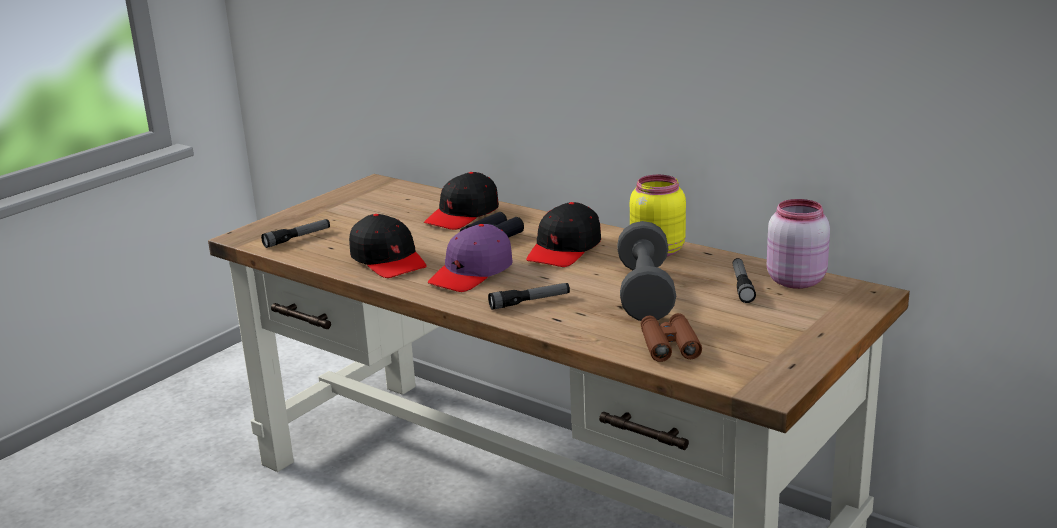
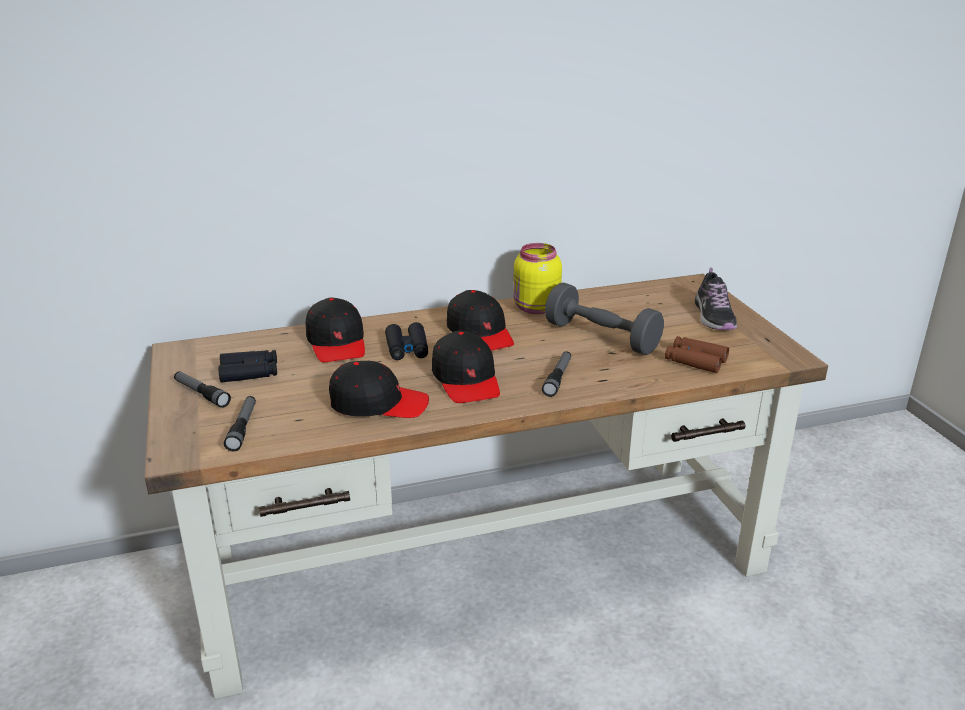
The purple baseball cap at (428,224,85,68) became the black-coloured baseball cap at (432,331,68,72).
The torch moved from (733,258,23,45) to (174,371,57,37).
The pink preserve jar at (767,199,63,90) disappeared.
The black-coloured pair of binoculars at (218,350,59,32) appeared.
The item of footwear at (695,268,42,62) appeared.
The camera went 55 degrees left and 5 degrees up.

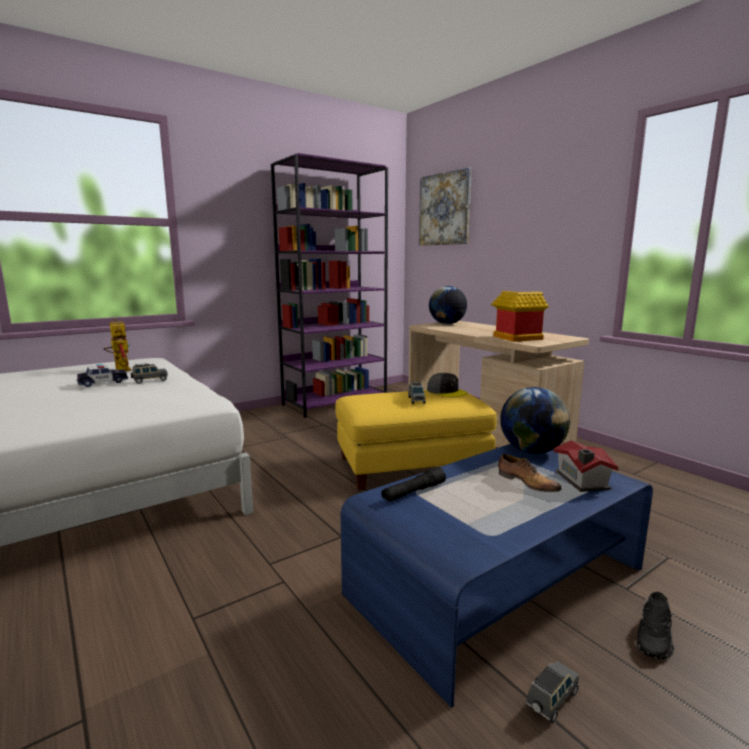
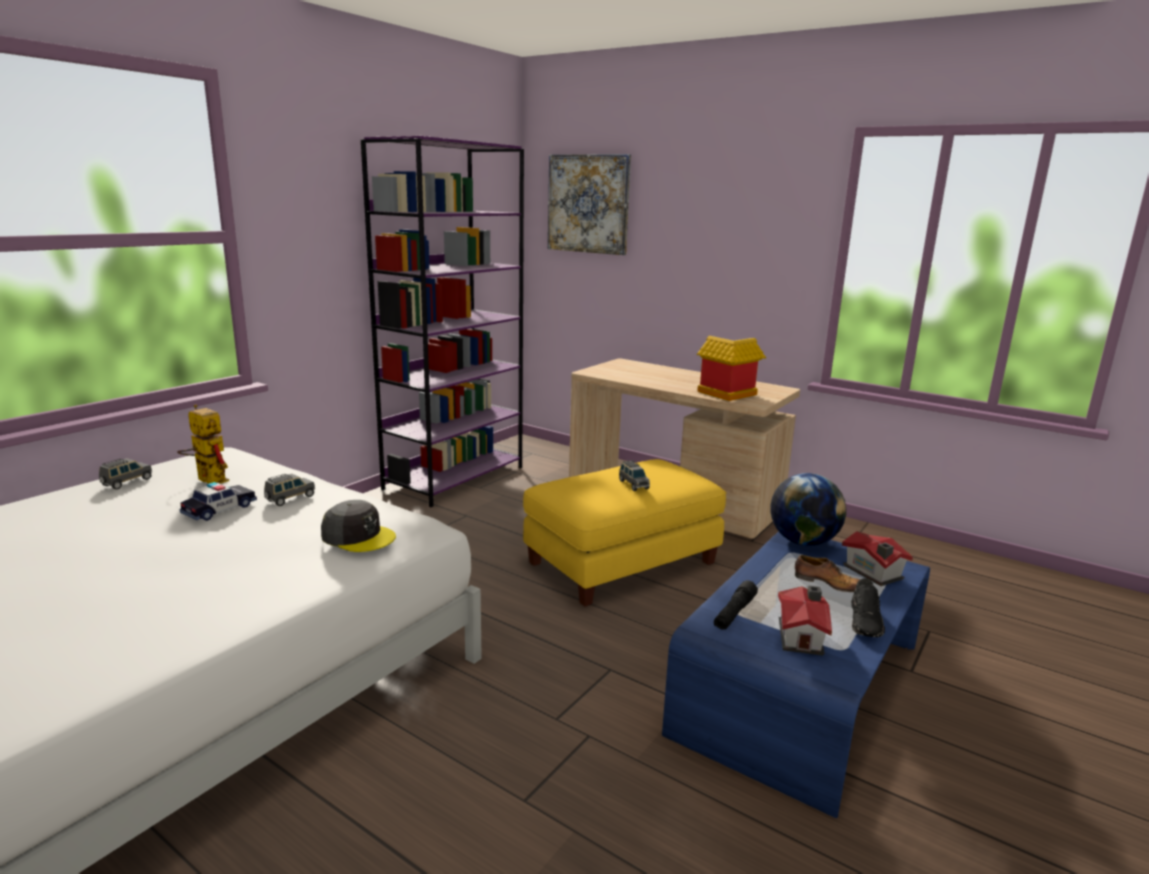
The greyish baseball cap moved from (427,373,40,24) to (321,500,75,52).
The desk globe at (429,286,38,38) disappeared.
The greyish model car moved from (526,661,53,63) to (99,458,53,32).
The black-coloured item of footwear moved from (636,592,38,68) to (851,578,34,59).
The miniature house at (778,585,54,70) appeared.
The camera went 20 degrees left and 5 degrees up.

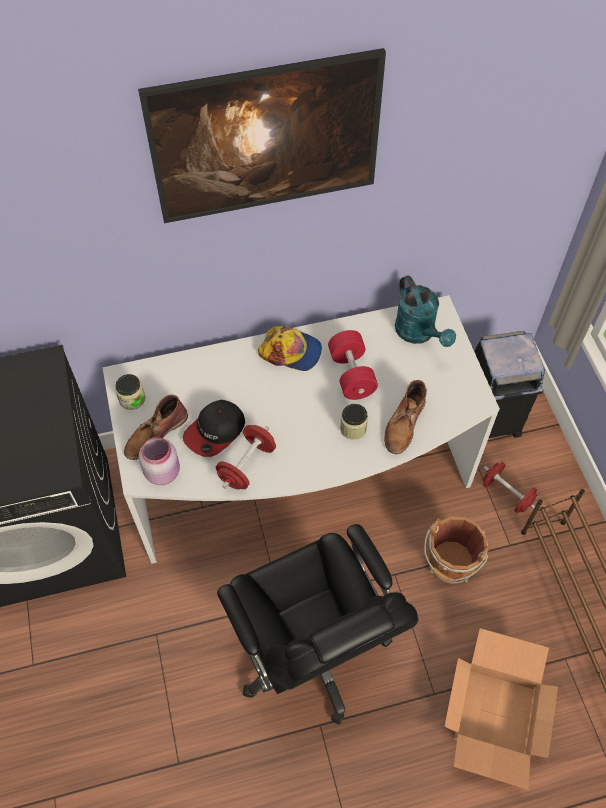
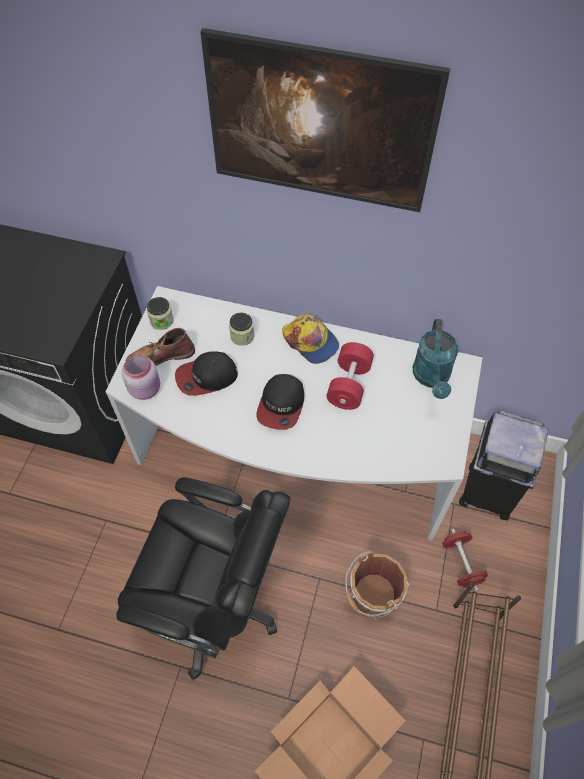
The red hand weight at (216,425,60,65) disappeared.
The black-coloured desk chair at (217,524,202,200) turned 75 degrees counterclockwise.
The preserve jar moved from (340,404,28,36) to (229,313,25,33).
The brown-coloured tall boot at (384,380,43,74) disappeared.
The baseball cap at (256,374,48,56) appeared.
The camera went 30 degrees right and 0 degrees up.

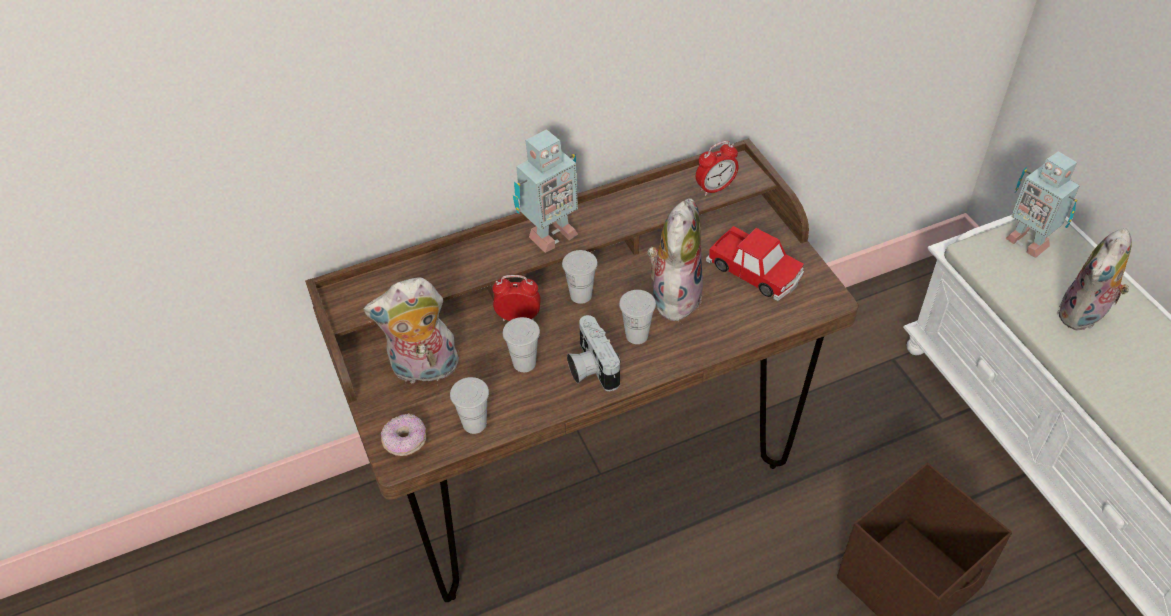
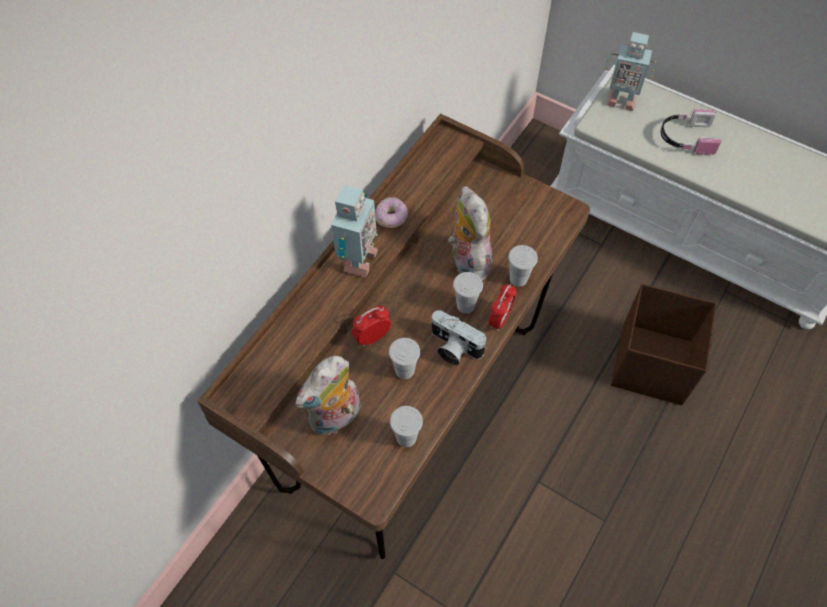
The donut moved from (381,414,45,42) to (375,197,33,31).
The white cup moved from (562,250,36,54) to (508,245,30,42).
The alarm clock moved from (696,141,43,55) to (488,284,28,47).
The model car at (706,226,98,75) disappeared.
The cuddly toy at (1057,228,75,102) was replaced by the headphones at (660,109,61,46).
The camera went 35 degrees left and 10 degrees up.

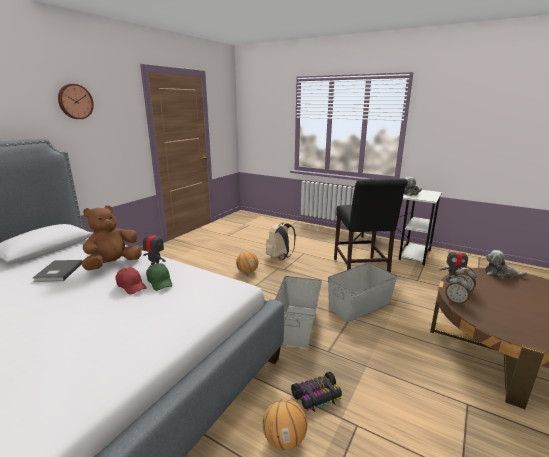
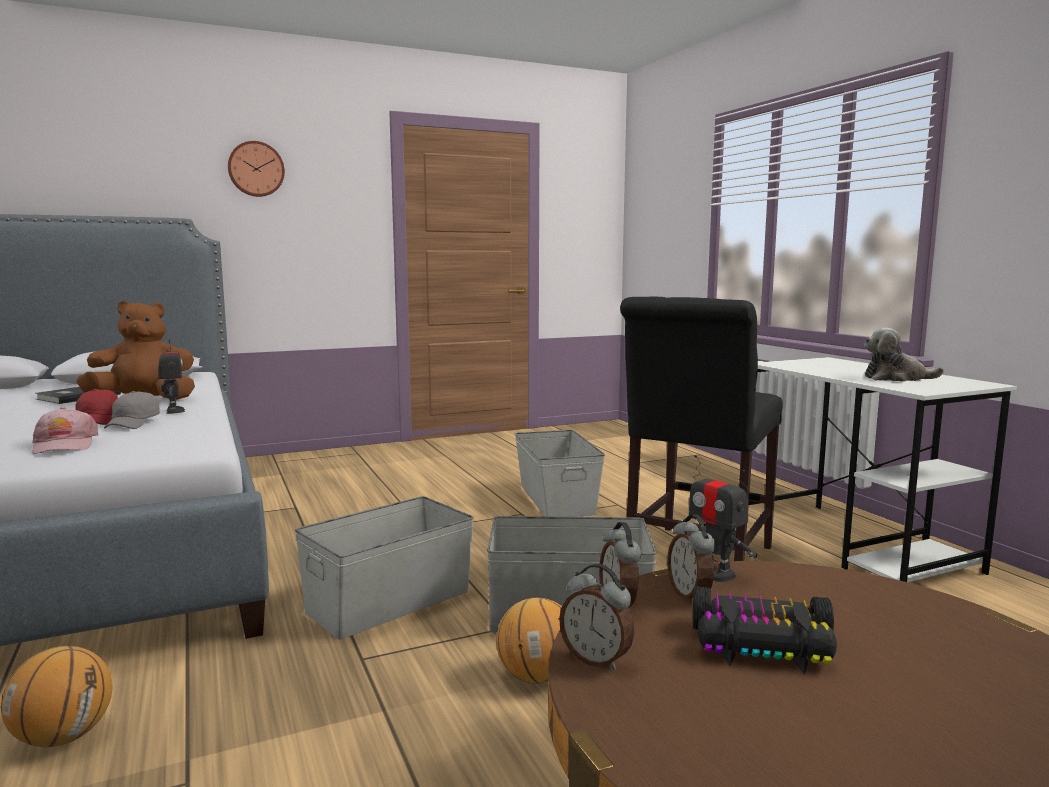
The green-coloured baseball cap at (146,263,27,28) became the greyish baseball cap at (104,391,56,38).
The basketball moved from (236,251,23,23) to (496,598,66,86).
The sand-coloured knapsack at (266,222,30,38) was replaced by the greyish storage container at (515,430,90,87).
The model car moved from (291,372,51,40) to (693,586,144,89).
The cuddly toy at (485,250,42,29) disappeared.
The pink baseball cap at (32,407,66,47) appeared.
The alarm clock at (559,564,75,106) appeared.
The camera went 35 degrees right and 10 degrees down.

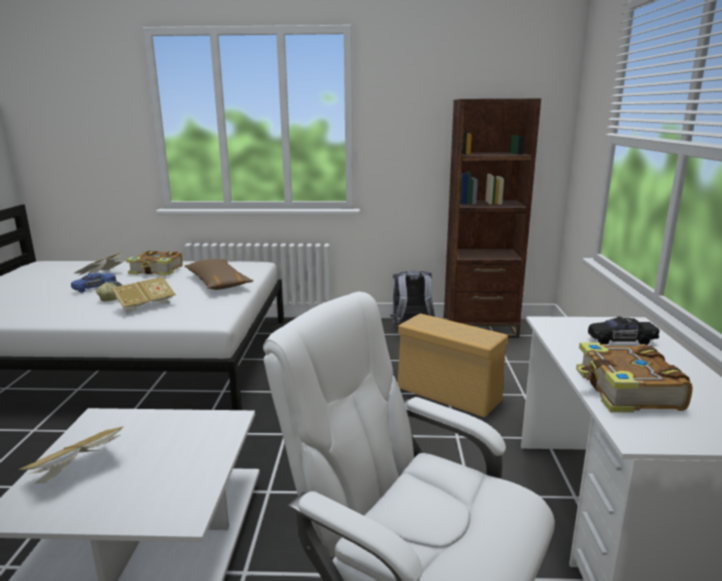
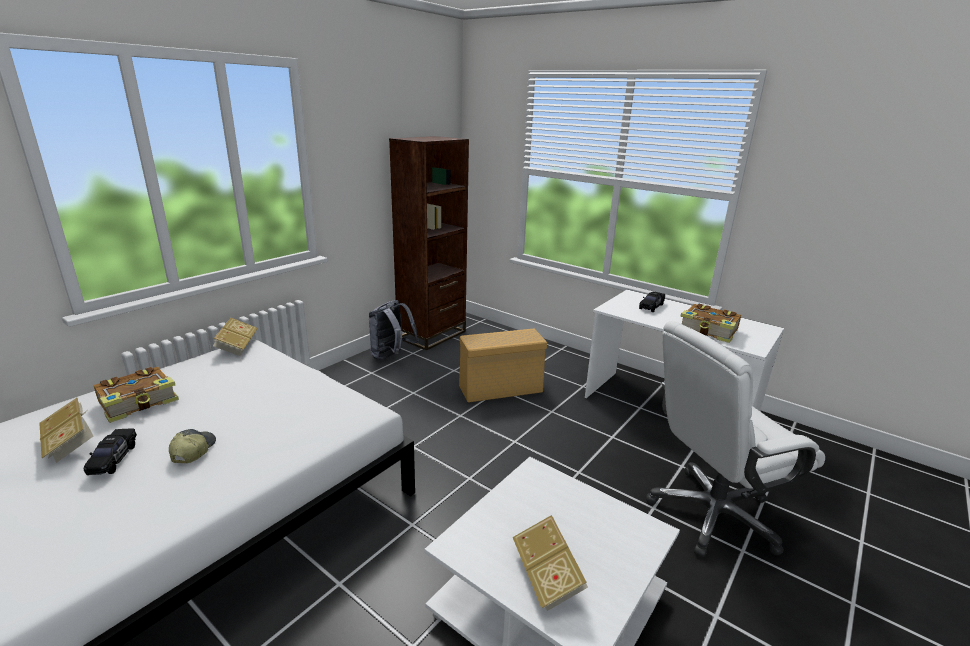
The bluish model car at (71,273,46,20) became the black-coloured model car at (84,428,53,47).
The book moved from (111,277,65,37) to (213,318,45,38).
The brown-coloured throw pillow at (185,259,68,31) disappeared.
The camera went 55 degrees left and 5 degrees up.

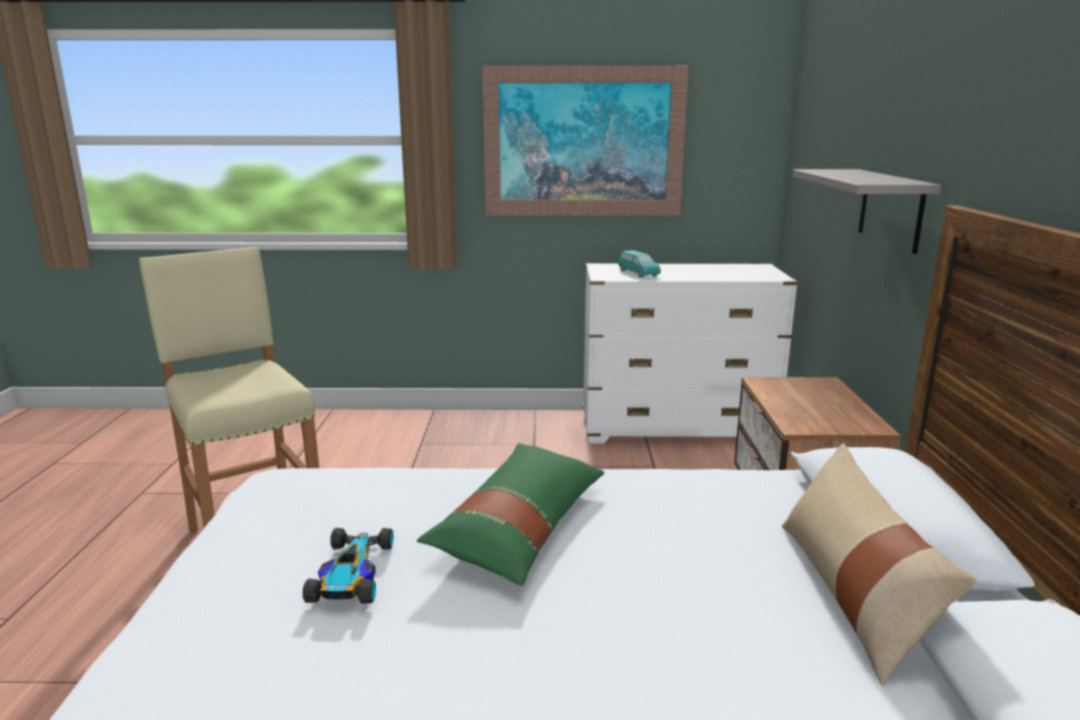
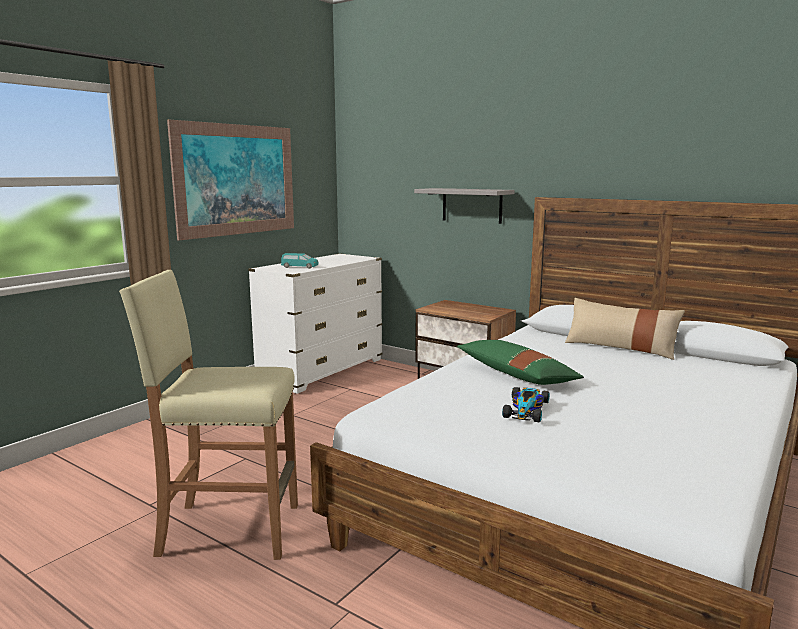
The model car at (302,528,92,76) turned 105 degrees counterclockwise.
The camera went 55 degrees left and 5 degrees down.

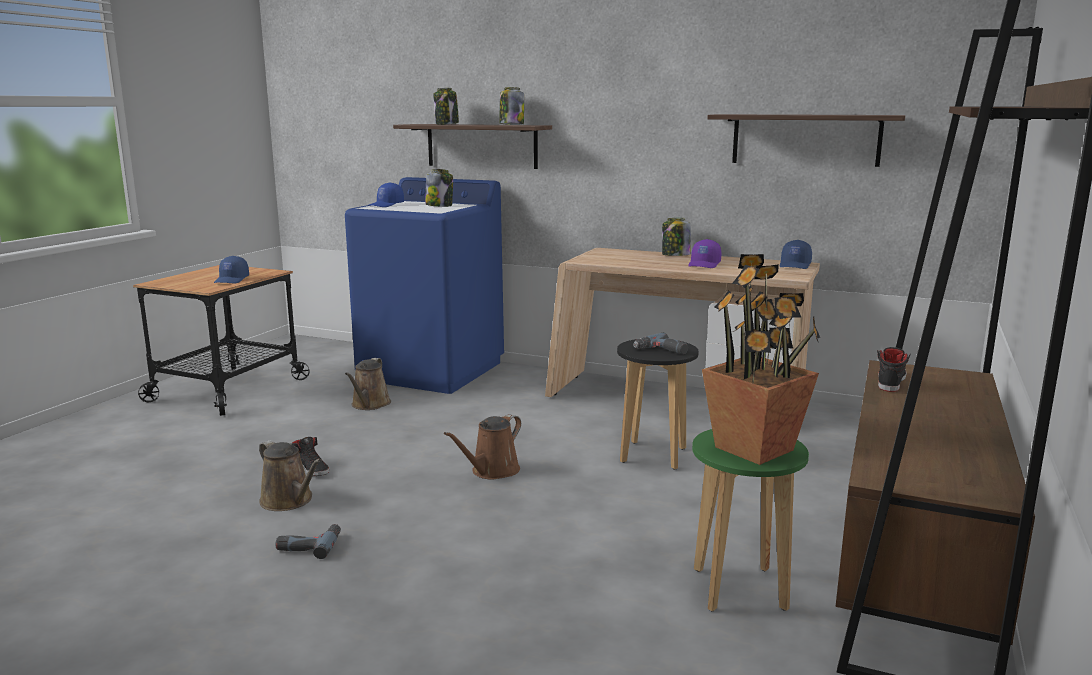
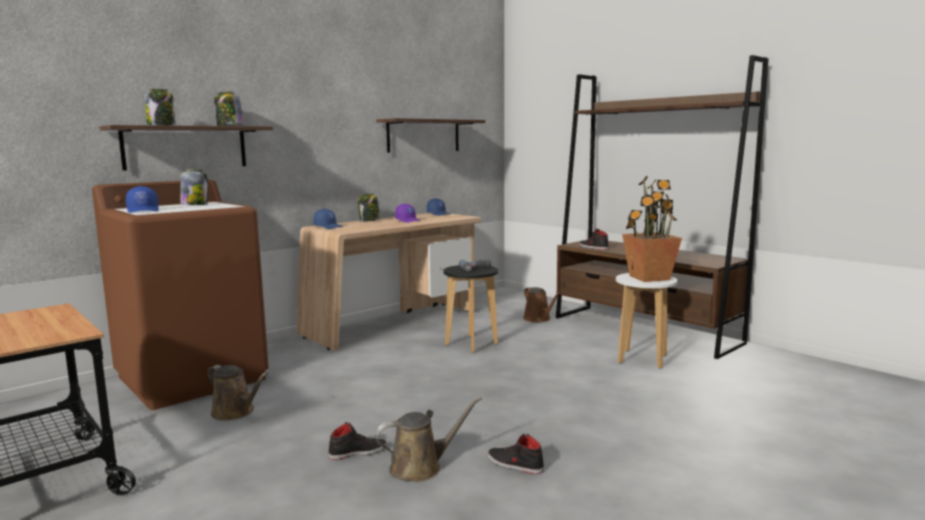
The bluish baseball cap moved from (214,256,35,27) to (313,209,31,20).
The drill at (276,524,65,35) was replaced by the black-coloured item of footwear at (488,434,56,40).
The bluish laundry appliance at (345,177,159,217) became the brown-coloured laundry appliance at (92,180,177,230).
The brown-coloured watering pot moved from (444,414,77,66) to (523,287,38,35).
The green-coloured sitting stool at (692,429,117,183) became the white sitting stool at (616,273,62,96).
The camera went 65 degrees left and 5 degrees down.

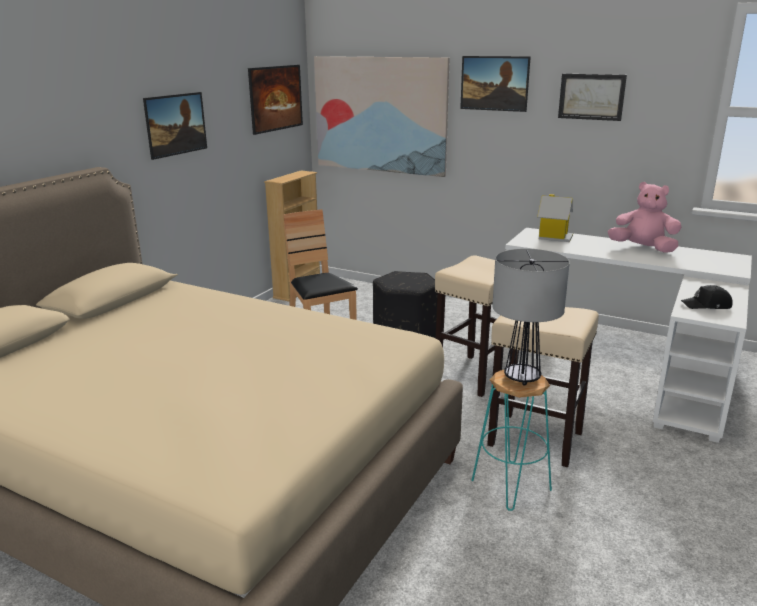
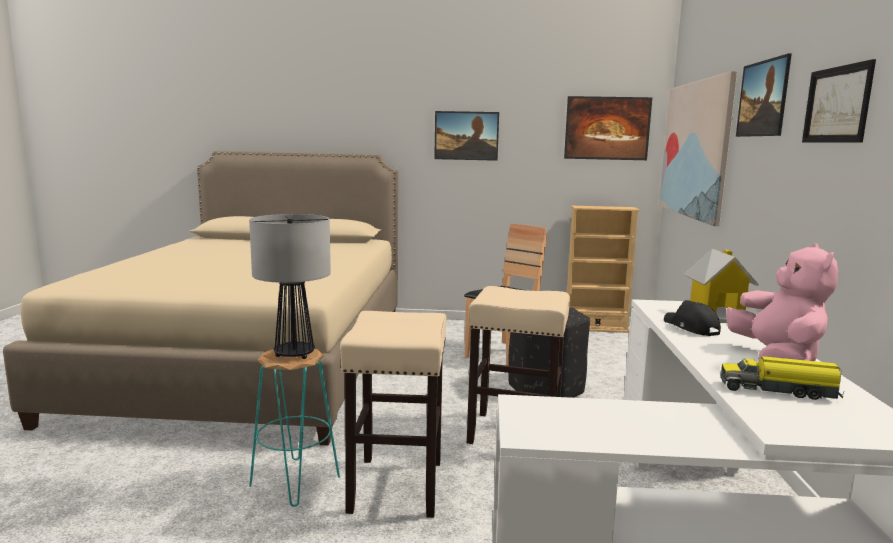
The black-coloured baseball cap moved from (681,285,52,24) to (664,300,57,36).
The model truck at (720,356,124,44) appeared.
The camera went 65 degrees right and 10 degrees down.

